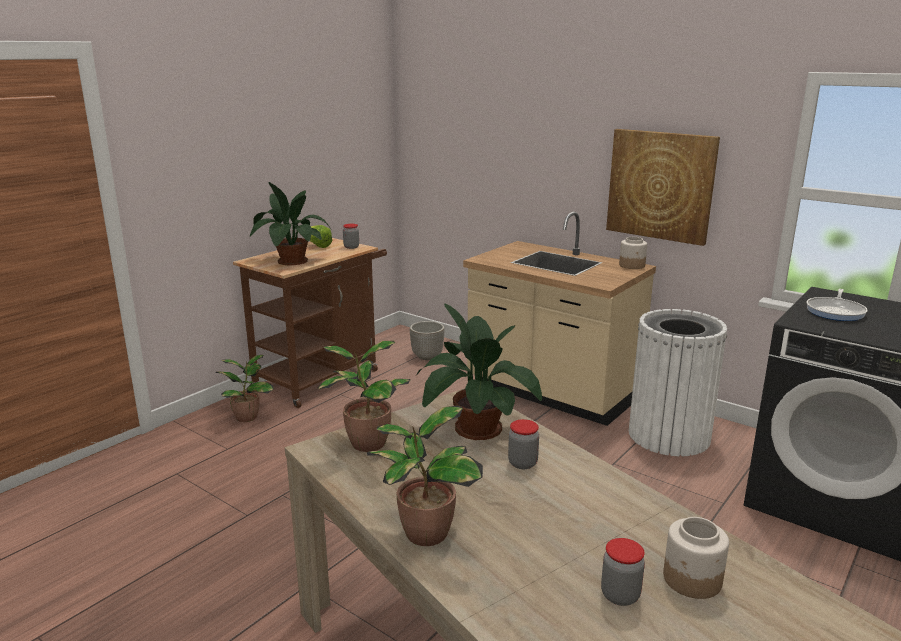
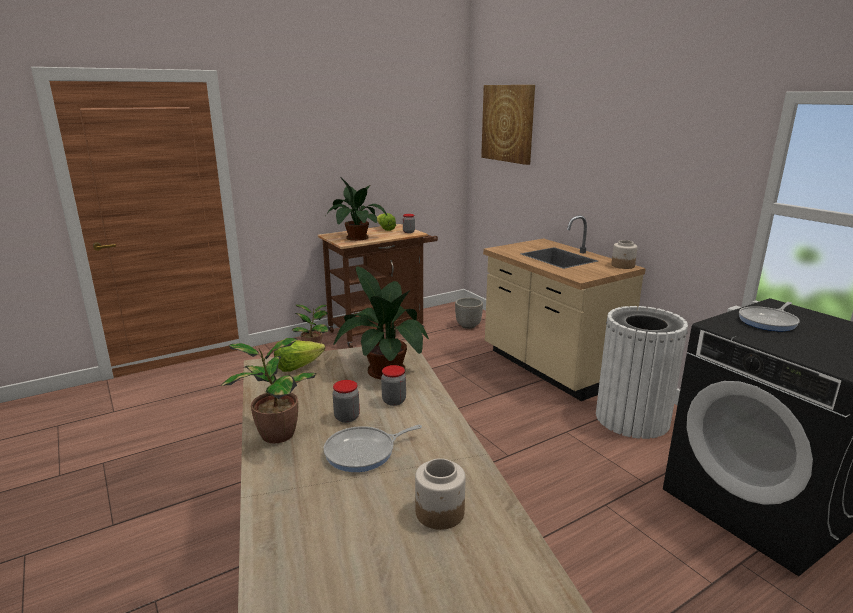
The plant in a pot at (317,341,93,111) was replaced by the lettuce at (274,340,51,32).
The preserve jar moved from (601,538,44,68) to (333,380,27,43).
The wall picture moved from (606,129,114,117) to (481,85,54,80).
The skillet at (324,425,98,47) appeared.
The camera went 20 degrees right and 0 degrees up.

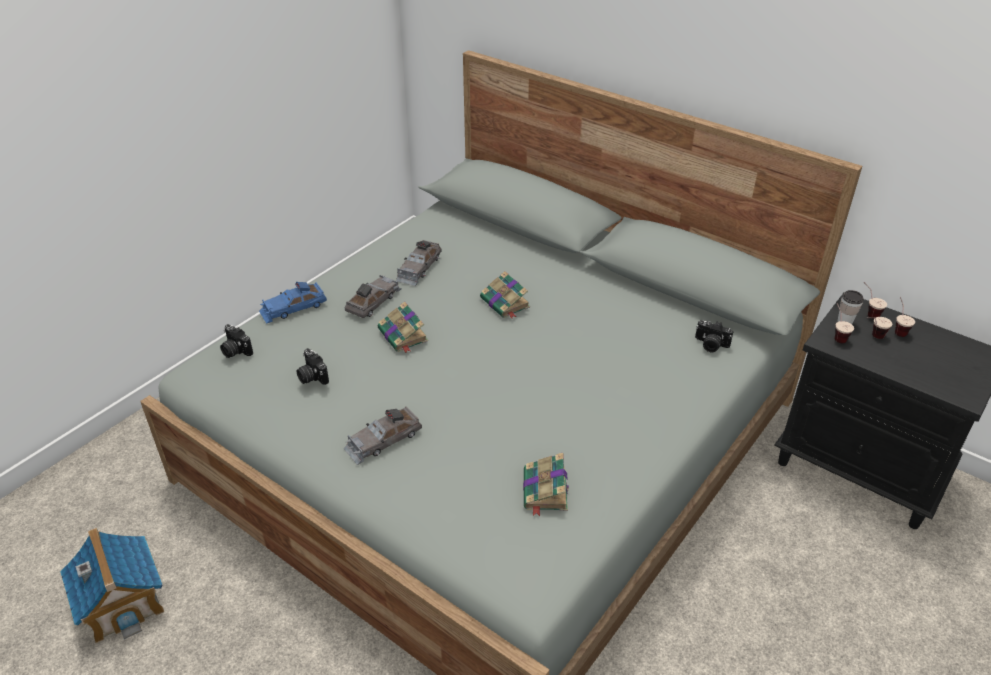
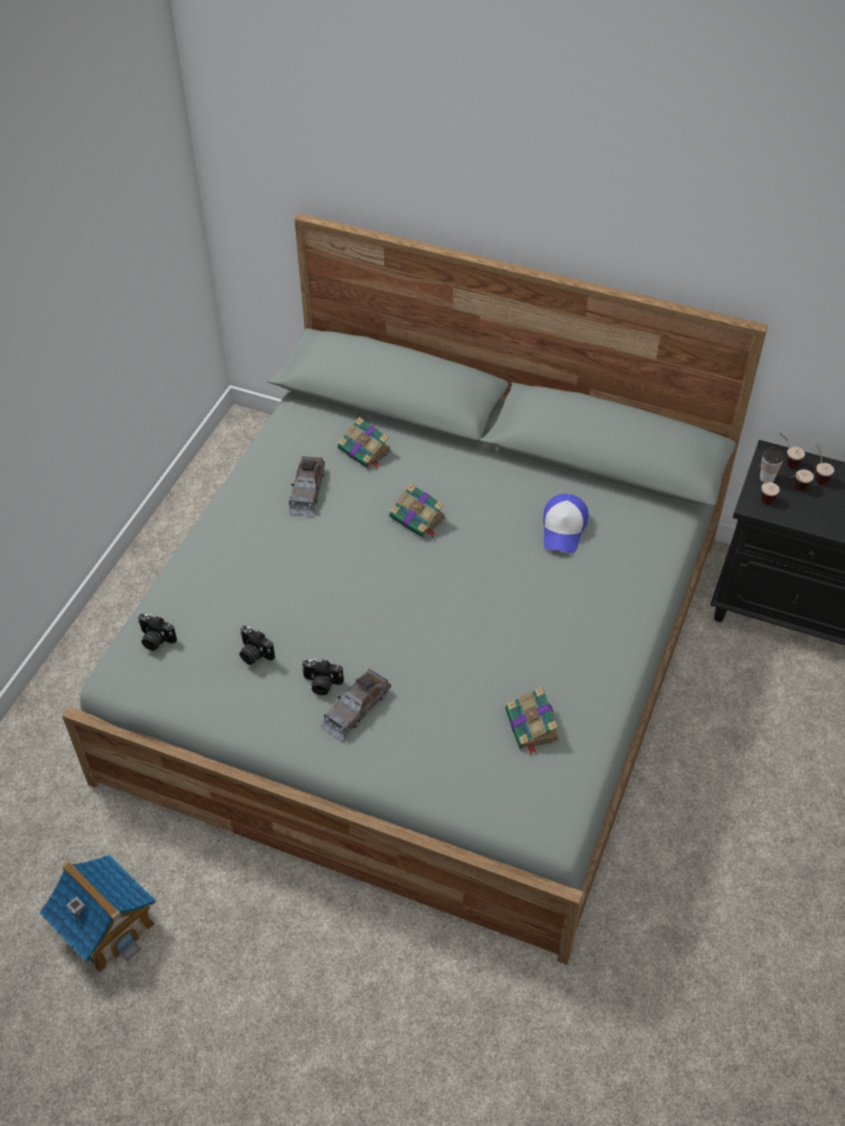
The bluish model car at (259,282,68,42) disappeared.
The greyish model car at (345,275,56,43) disappeared.
The book moved from (378,302,50,51) to (338,417,54,51).
The photo camera moved from (695,320,39,32) to (301,659,43,37).
The baseball cap at (543,494,45,59) appeared.
The camera went 15 degrees left and 10 degrees up.

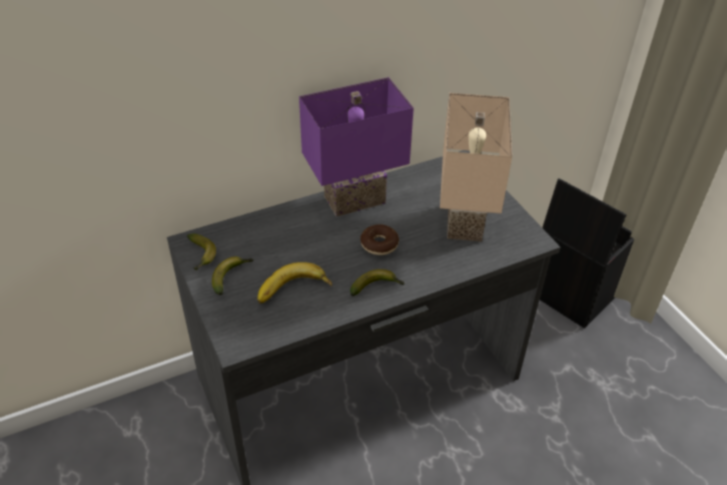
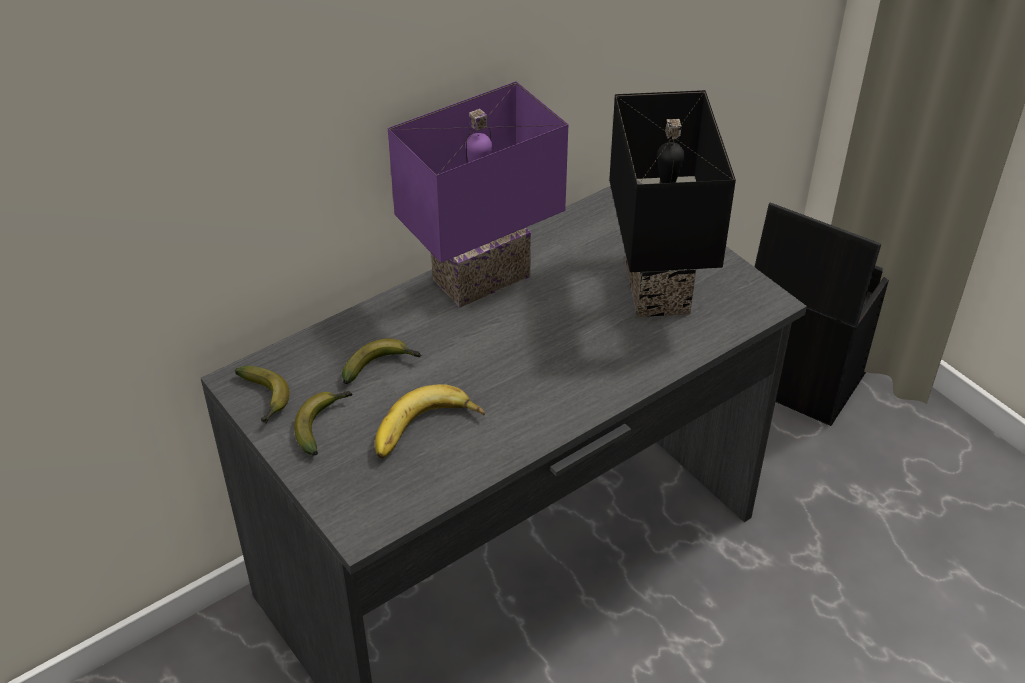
The banana moved from (350,269,54,27) to (342,339,80,45).
The donut at (361,224,38,31) disappeared.
The sand-coloured tabletop lamp at (440,93,72,149) became the black-coloured tabletop lamp at (609,90,127,227).
The camera went 10 degrees left and 0 degrees up.

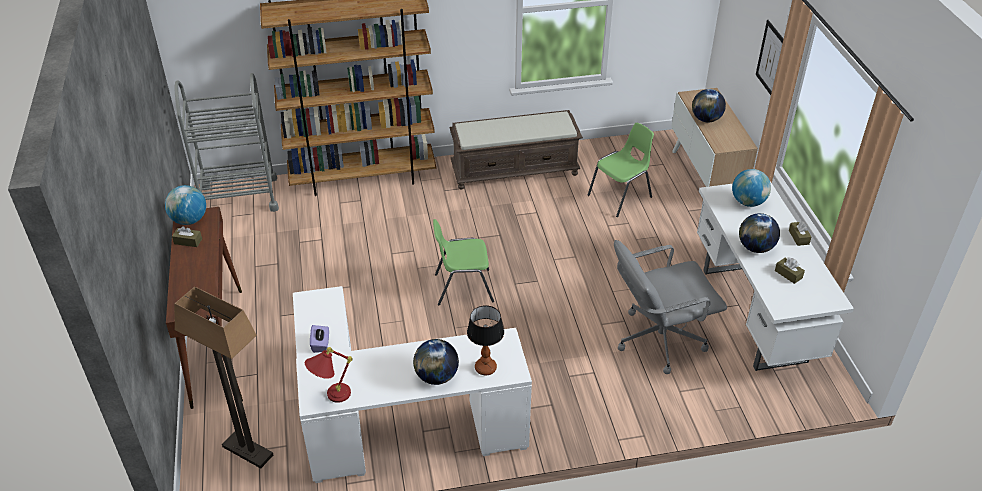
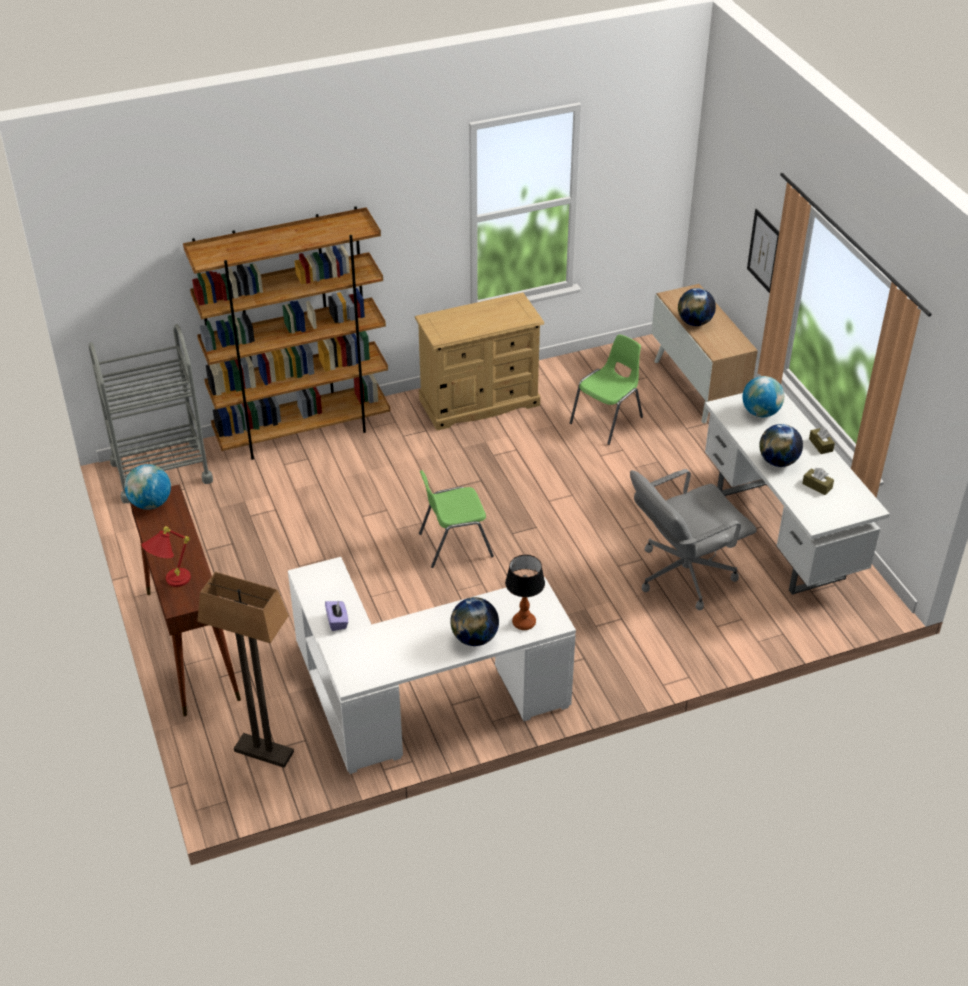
The brown-coloured box of tissues at (172,226,30,21) disappeared.
The red tabletop lamp moved from (305,347,48,56) to (142,526,49,61).
The brown-coloured long seat at (449,110,134,79) was replaced by the sand-coloured drawer chest at (415,293,129,138).
The camera went 10 degrees left and 0 degrees up.

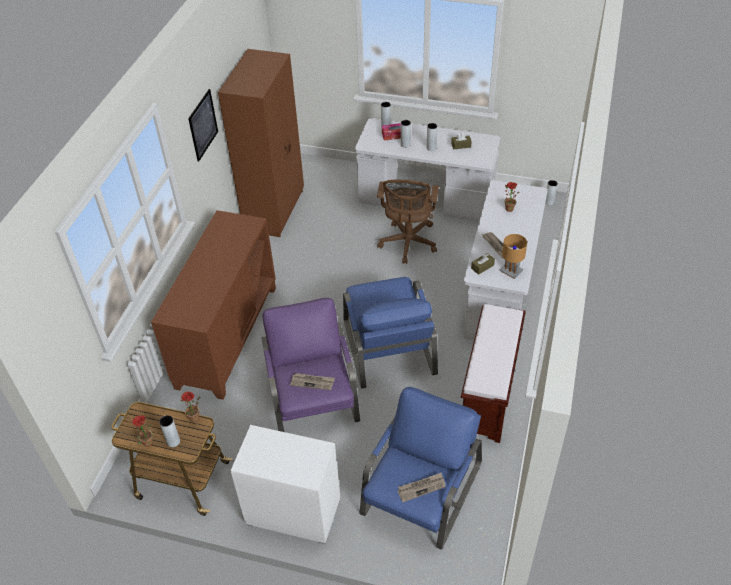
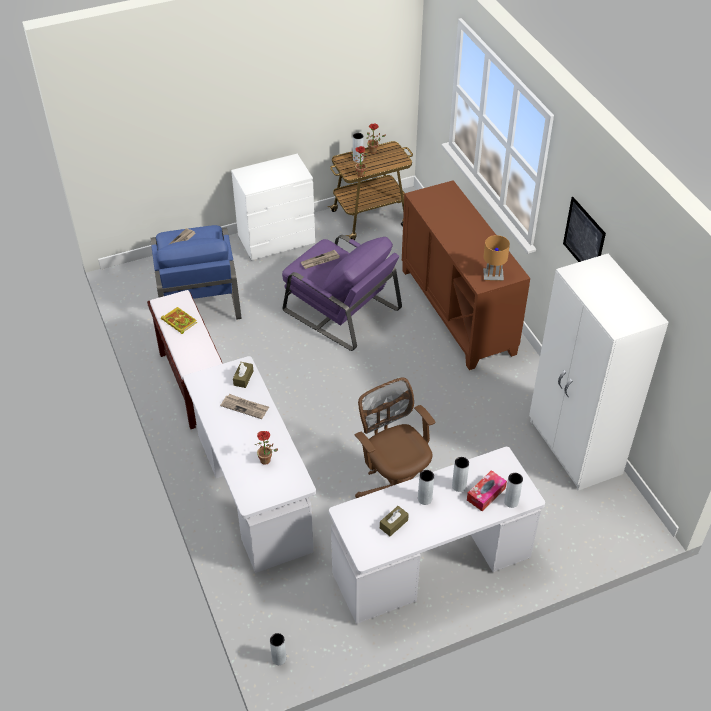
The brown-coloured wardrobe at (218,49,86,188) became the white wardrobe at (529,254,140,237).
The bluish lounge chair at (343,277,95,111) disappeared.
The brown-coloured tabletop lamp moved from (500,234,27,45) to (483,235,27,46).
The book at (161,307,36,27) appeared.
The camera went 140 degrees right and 0 degrees up.

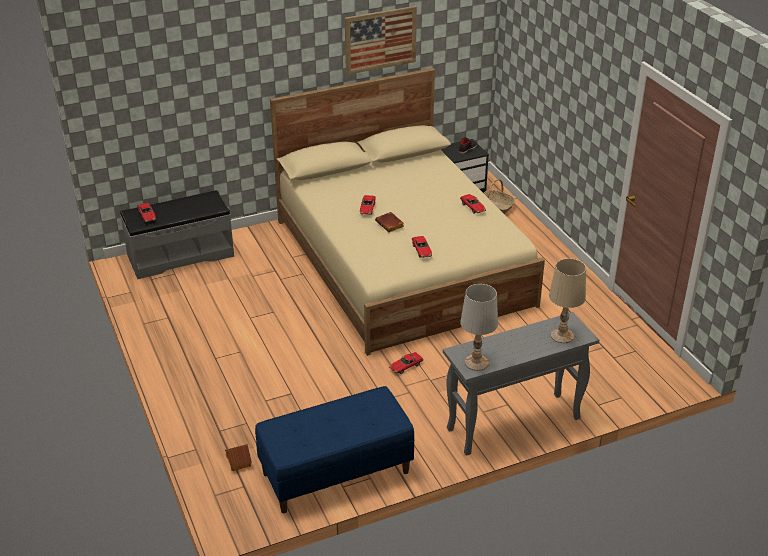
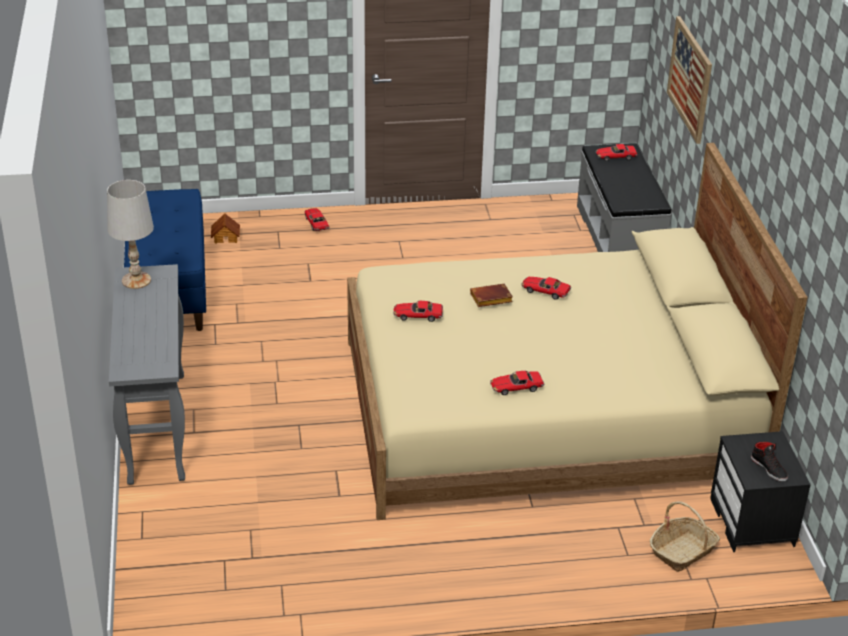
The wall picture moved from (345,6,72,69) to (667,16,45,128).
The model car moved from (389,352,35,22) to (305,208,25,23).
The sand-coloured tabletop lamp at (549,258,37,85) disappeared.
The camera went 105 degrees right and 0 degrees up.

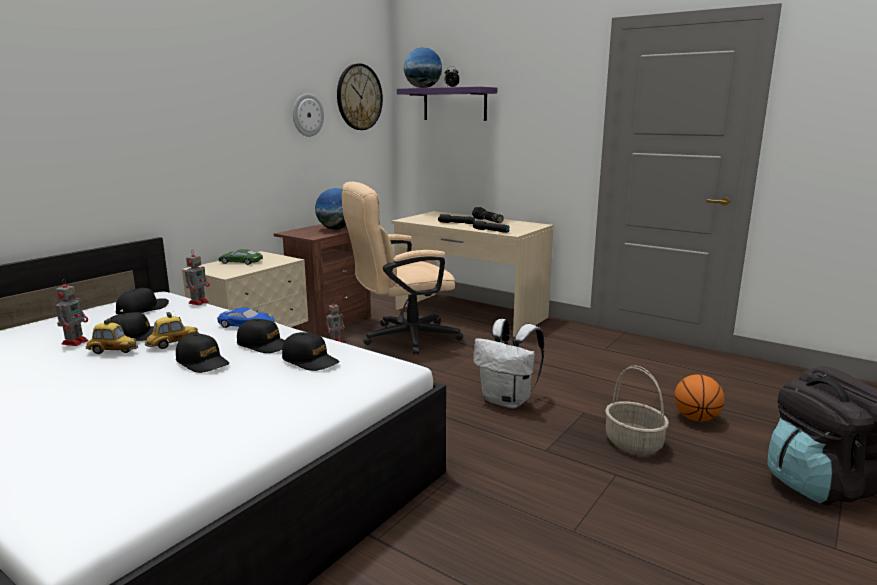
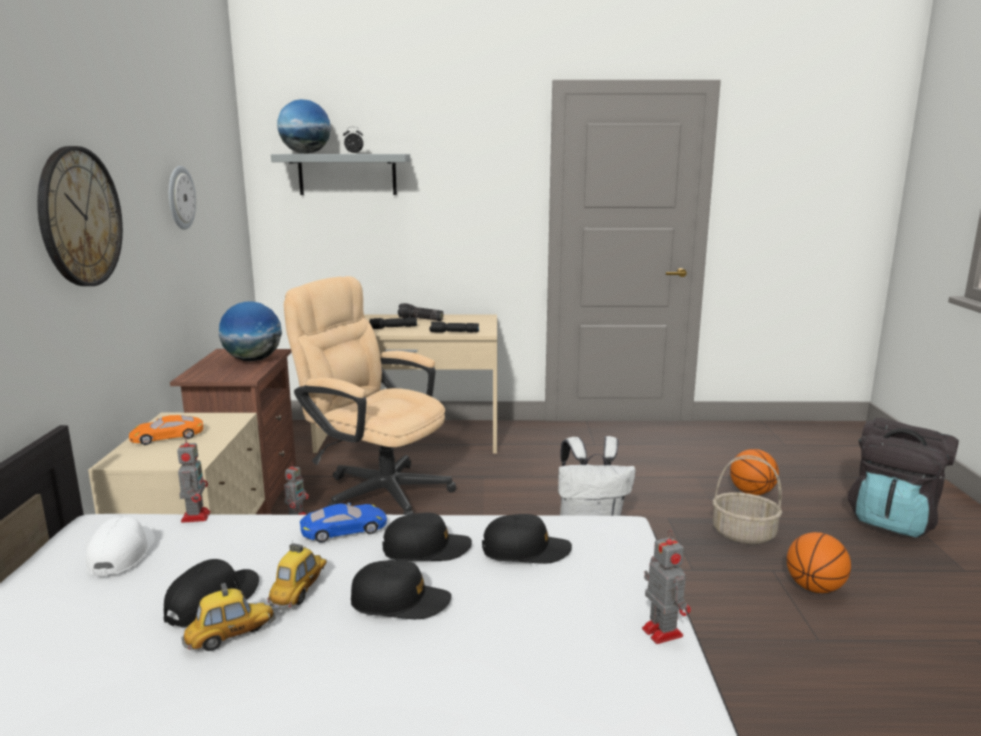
The robot figure moved from (55,279,33,67) to (642,530,49,114).
The black-coloured baseball cap at (116,288,53,27) became the white baseball cap at (86,517,69,59).
The green-coloured model car at (219,249,44,16) became the orangey model car at (129,415,74,30).
The clock on the wall moved from (337,64,46,66) to (37,146,86,140).
The sand-coloured desk chair at (341,182,123,173) turned 90 degrees clockwise.
The purple wall shelf at (397,87,100,34) became the greyish wall shelf at (271,154,139,41).
The basketball at (787,532,64,61) appeared.
The camera went 35 degrees left and 0 degrees up.

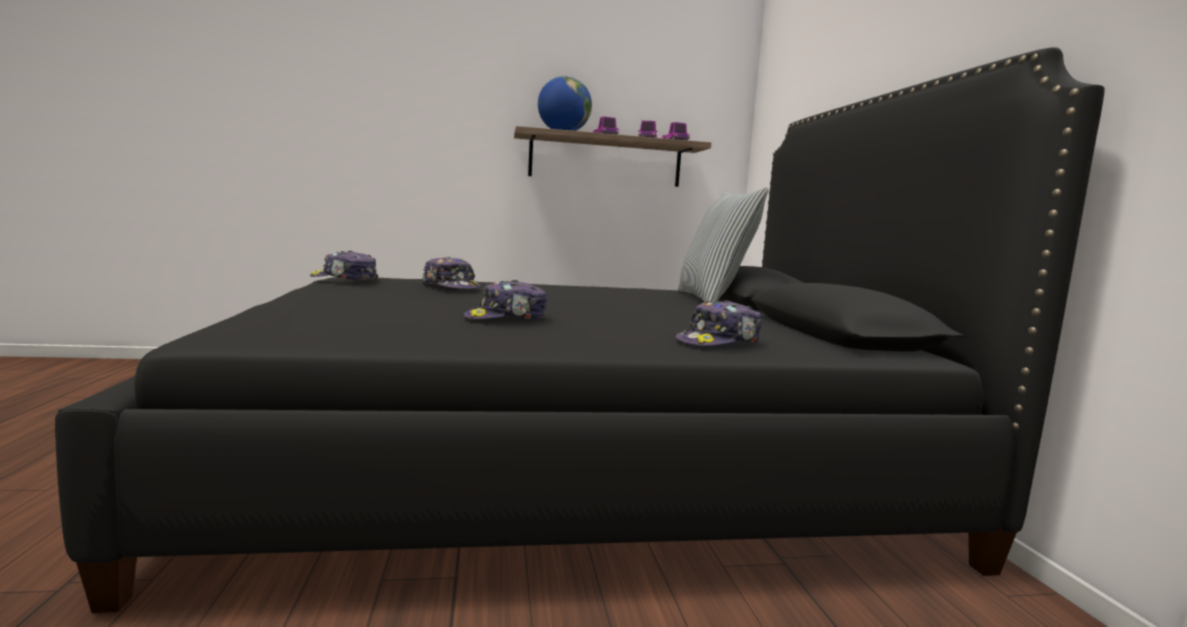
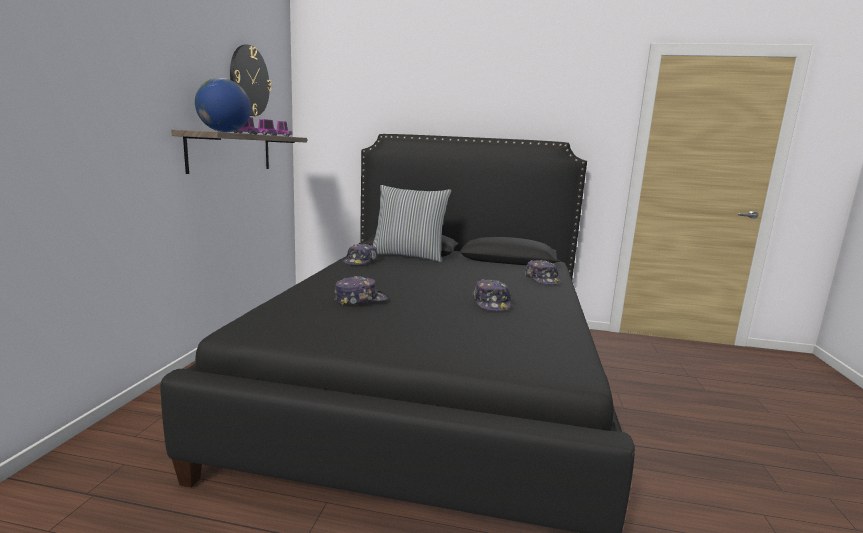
The baseball cap moved from (310,251,69,30) to (343,243,34,22).
The clock on the wall at (230,45,41,71) appeared.
The camera went 70 degrees left and 5 degrees up.

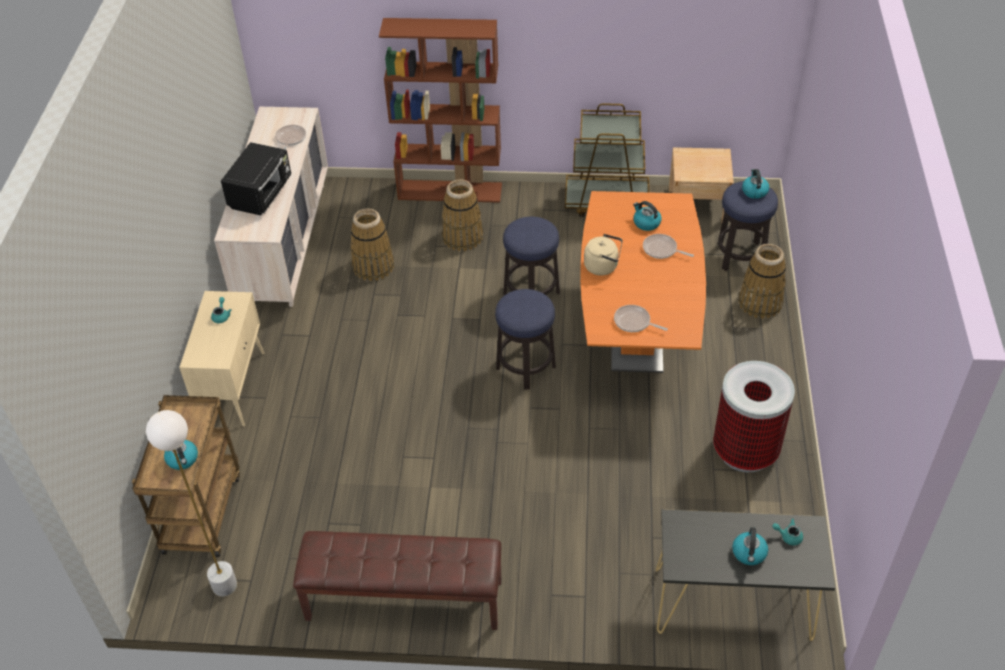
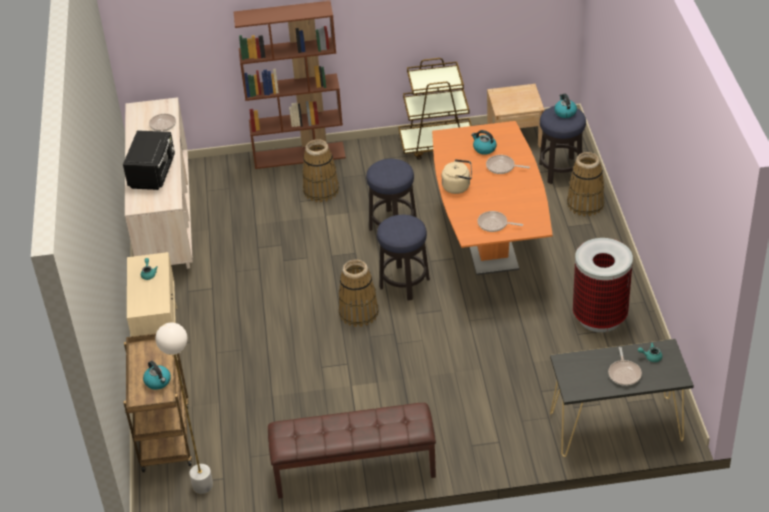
The household basket moved from (351,208,43,73) to (339,259,40,68).
The tea kettle at (732,527,36,38) was replaced by the skillet at (608,347,34,39).
The camera went 10 degrees left and 5 degrees down.

